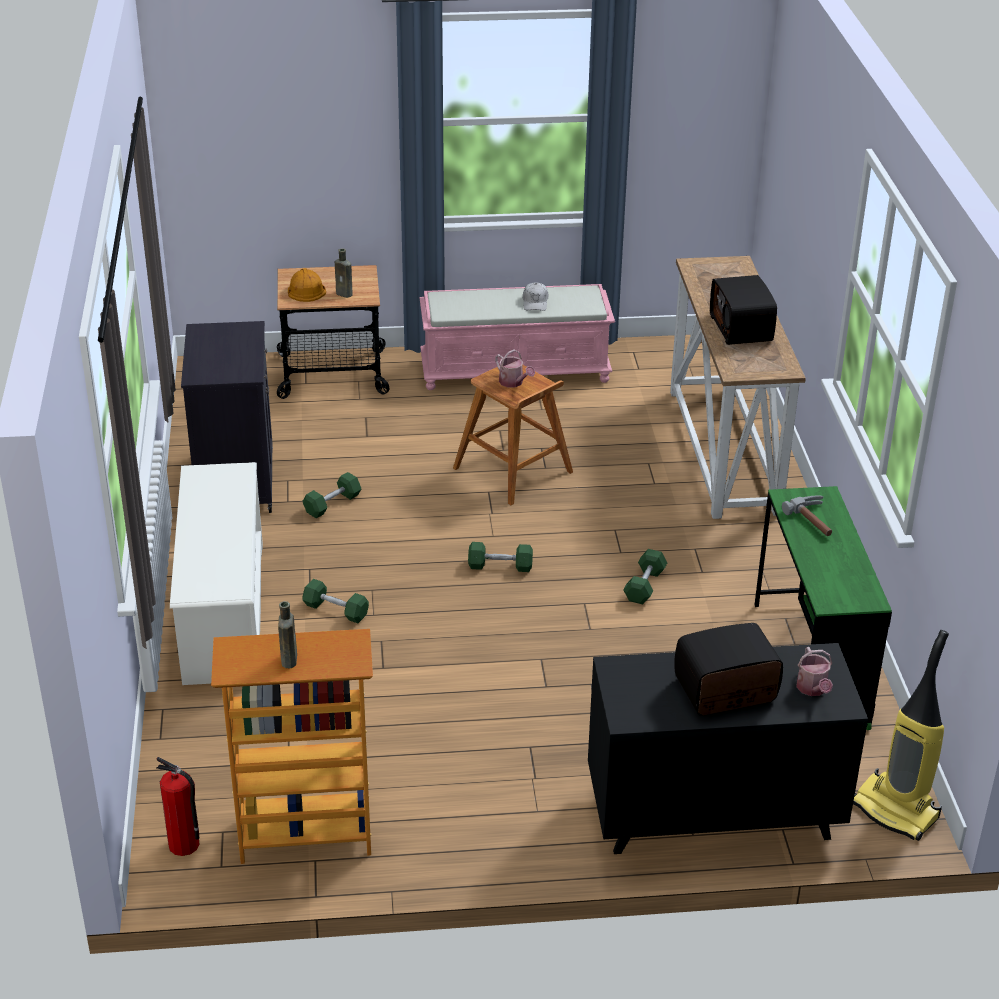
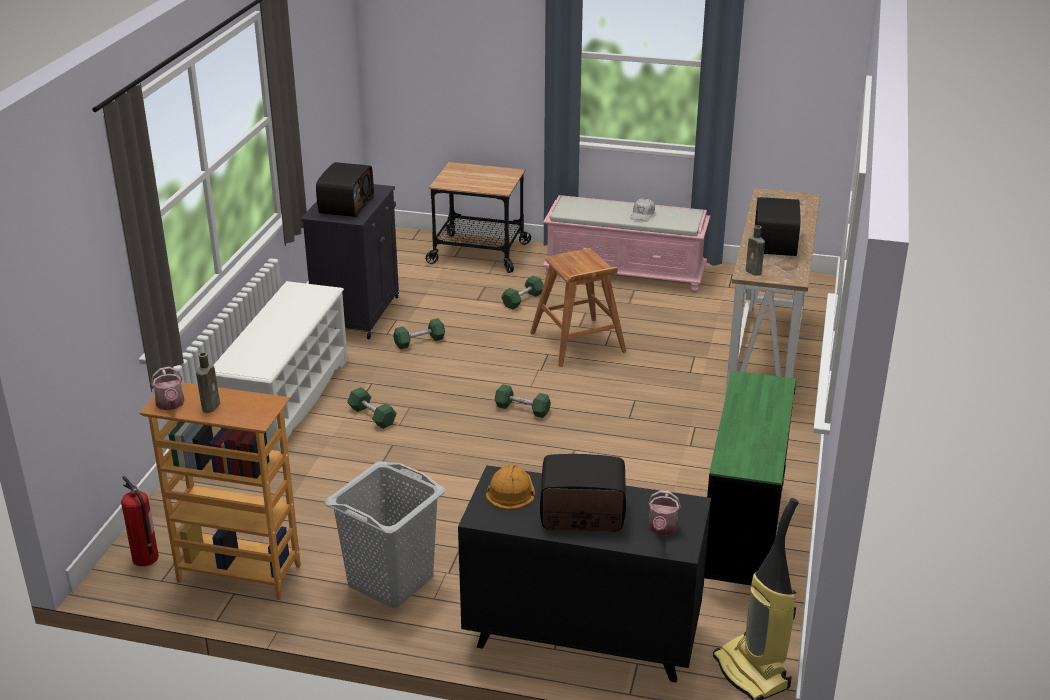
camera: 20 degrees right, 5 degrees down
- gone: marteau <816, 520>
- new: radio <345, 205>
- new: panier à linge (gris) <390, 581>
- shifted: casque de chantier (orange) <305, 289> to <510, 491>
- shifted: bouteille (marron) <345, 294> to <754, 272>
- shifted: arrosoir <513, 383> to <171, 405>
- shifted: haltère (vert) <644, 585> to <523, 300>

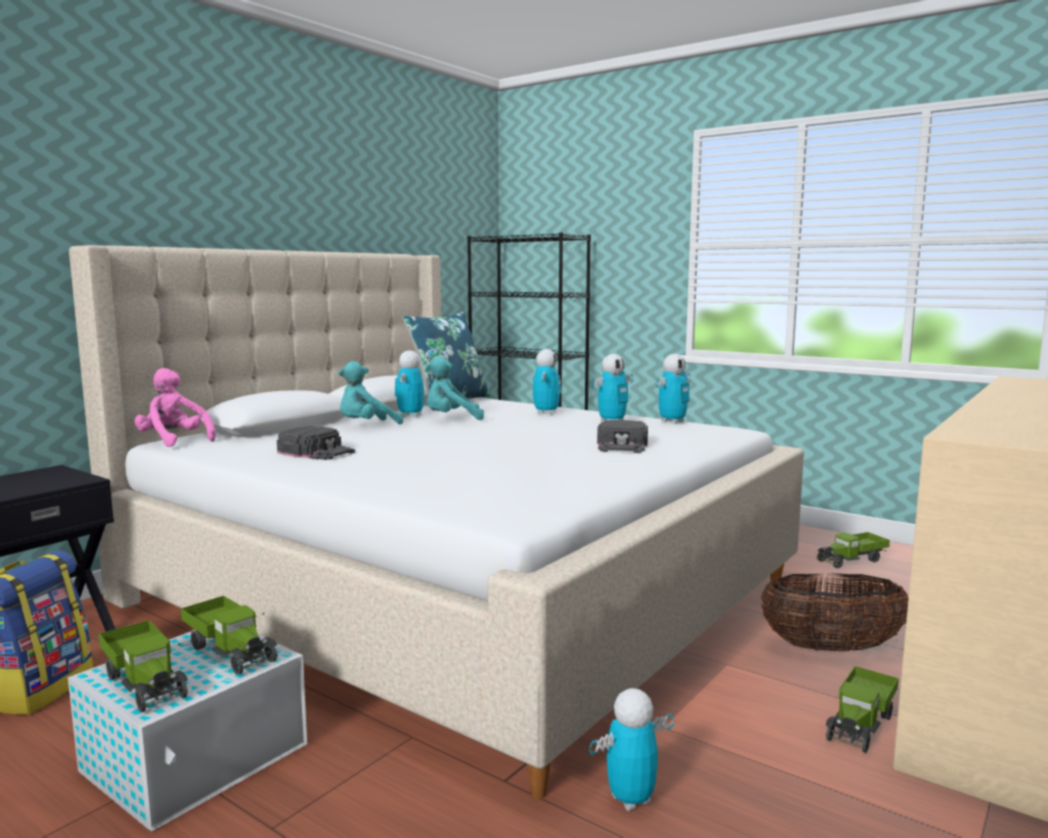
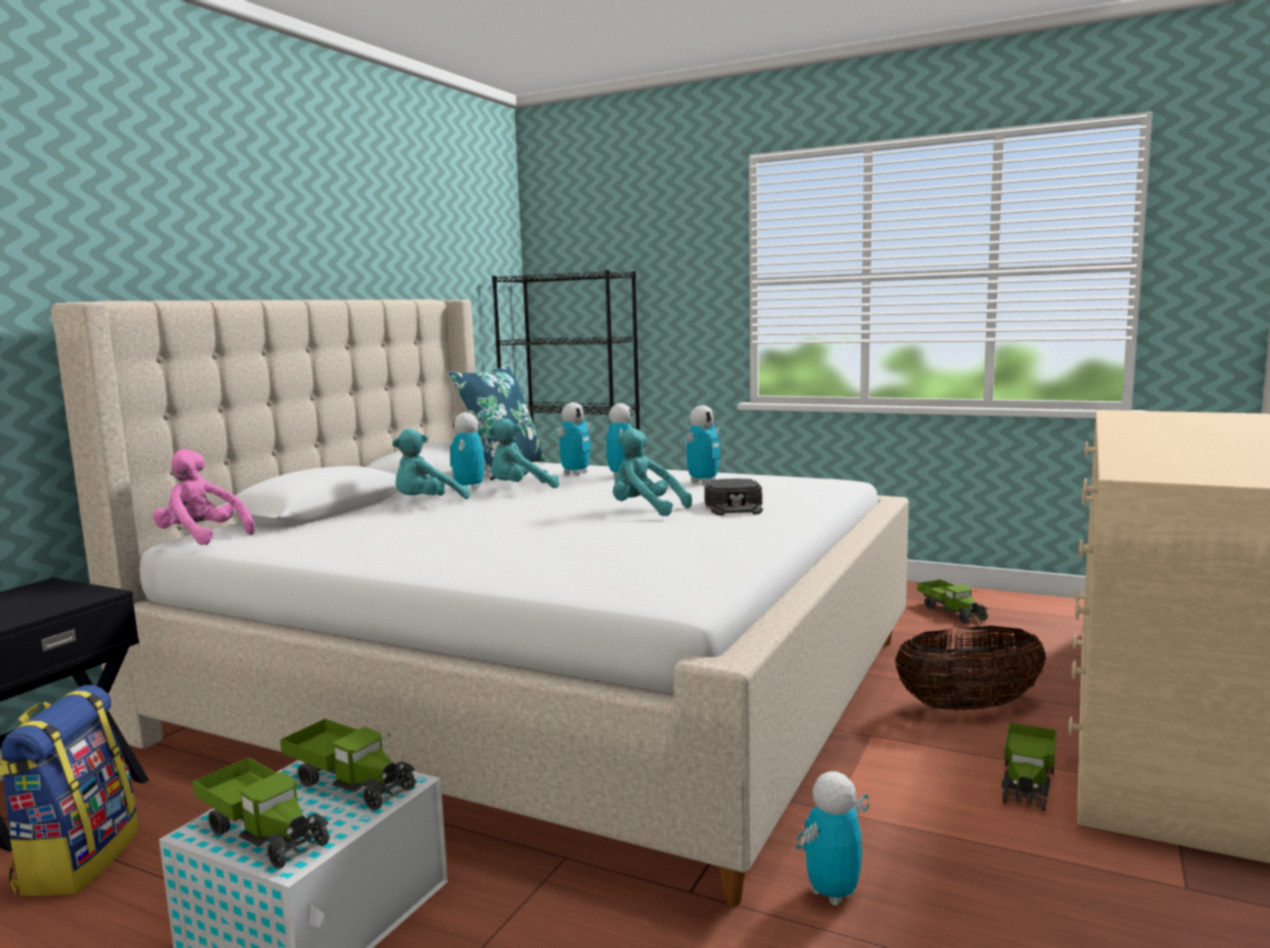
camera: 10 degrees left, 0 degrees up
- gone: casquette (noir) <317, 452>
- new: peluche (turquoise) <645, 510>
- shifted: robot jouet <672, 422> to <575, 473>
- rotated: camion jouet <852, 560> = <951, 612> 75 degrees counterclockwise

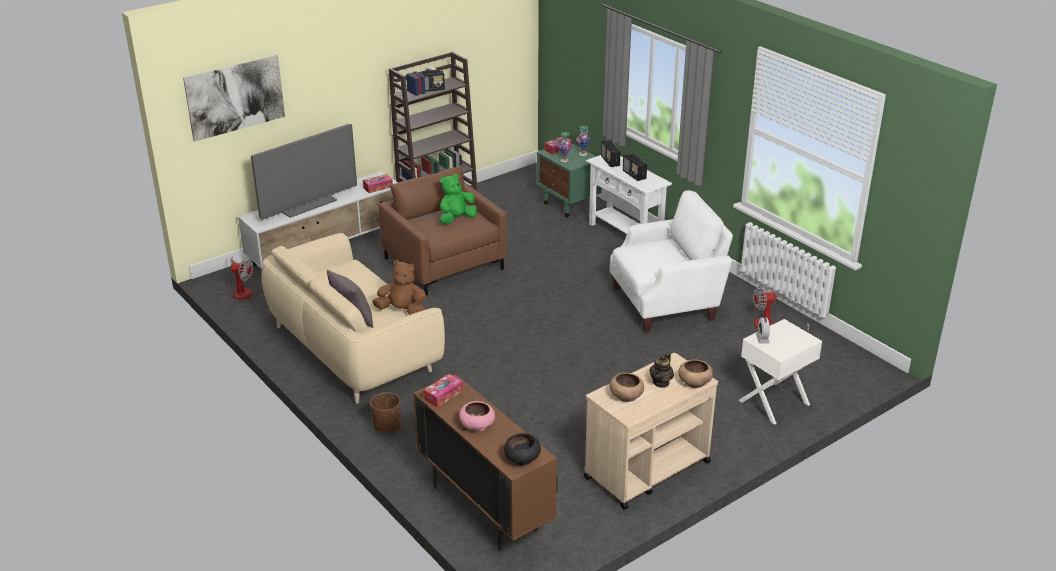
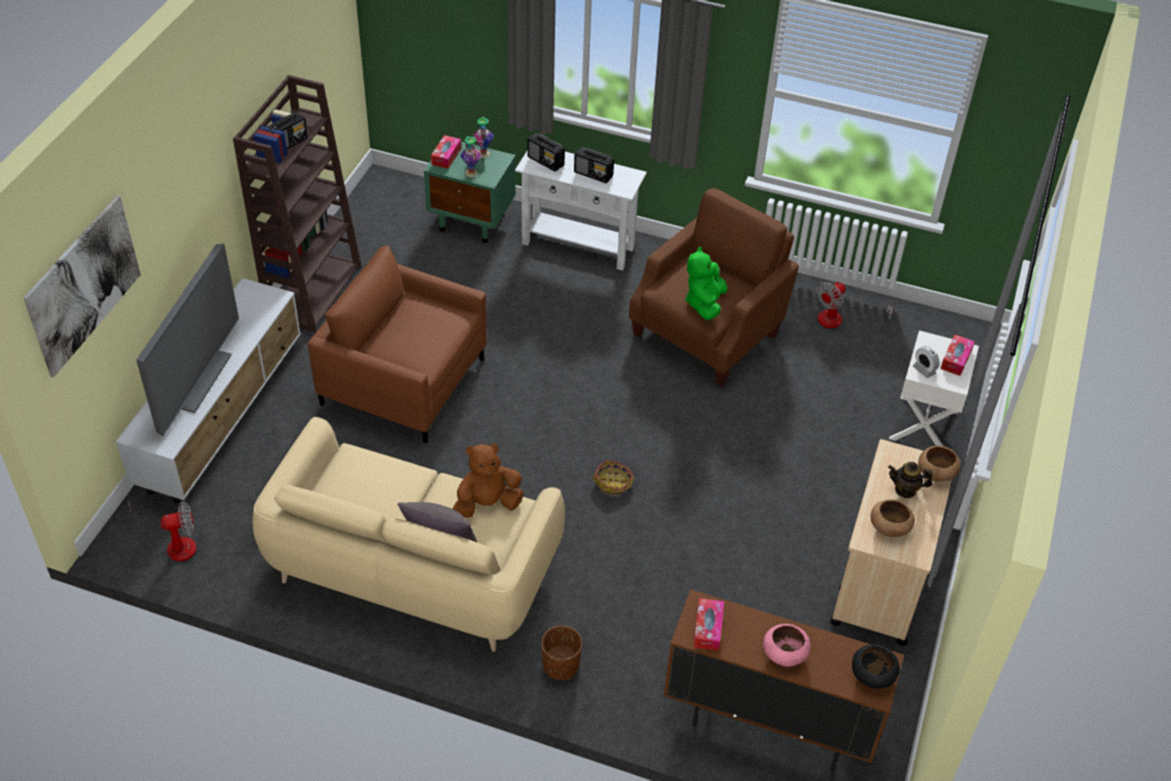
camera: 35 degrees left, 15 degrees up
- new: panier <613, 483>
- shifted: boîte à mouchoirs <378, 187> to <956, 359>
- shifted: peluche (vert) <456, 219> to <705, 303>
- repainted: fauteuil (blanc) <666, 303> to fauteuil (marron) <708, 332>
- rotated: théière <661, 382> = <905, 490> 105 degrees clockwise

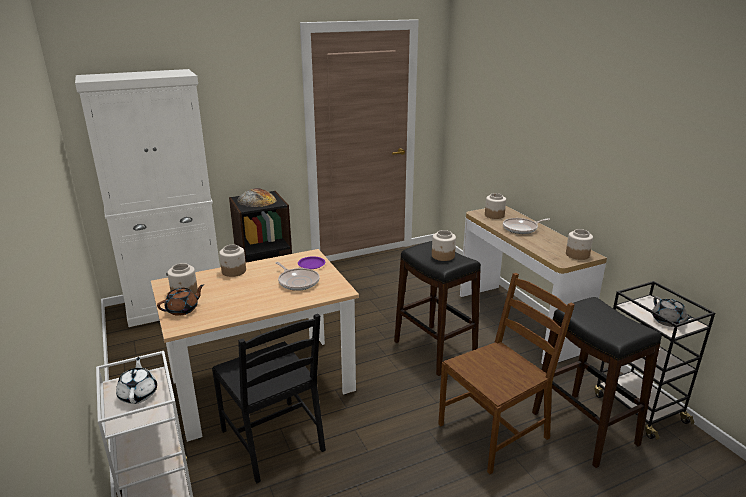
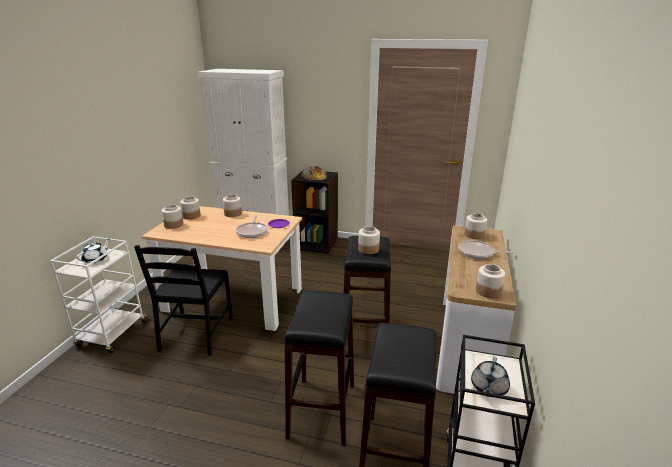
camera: 40 degrees right, 0 degrees up
- swapped: théière (marron) <183, 309> to bocal <174, 225>
- swapped: chaise (marron) <494, 431> to tabouret (noir) <322, 410>

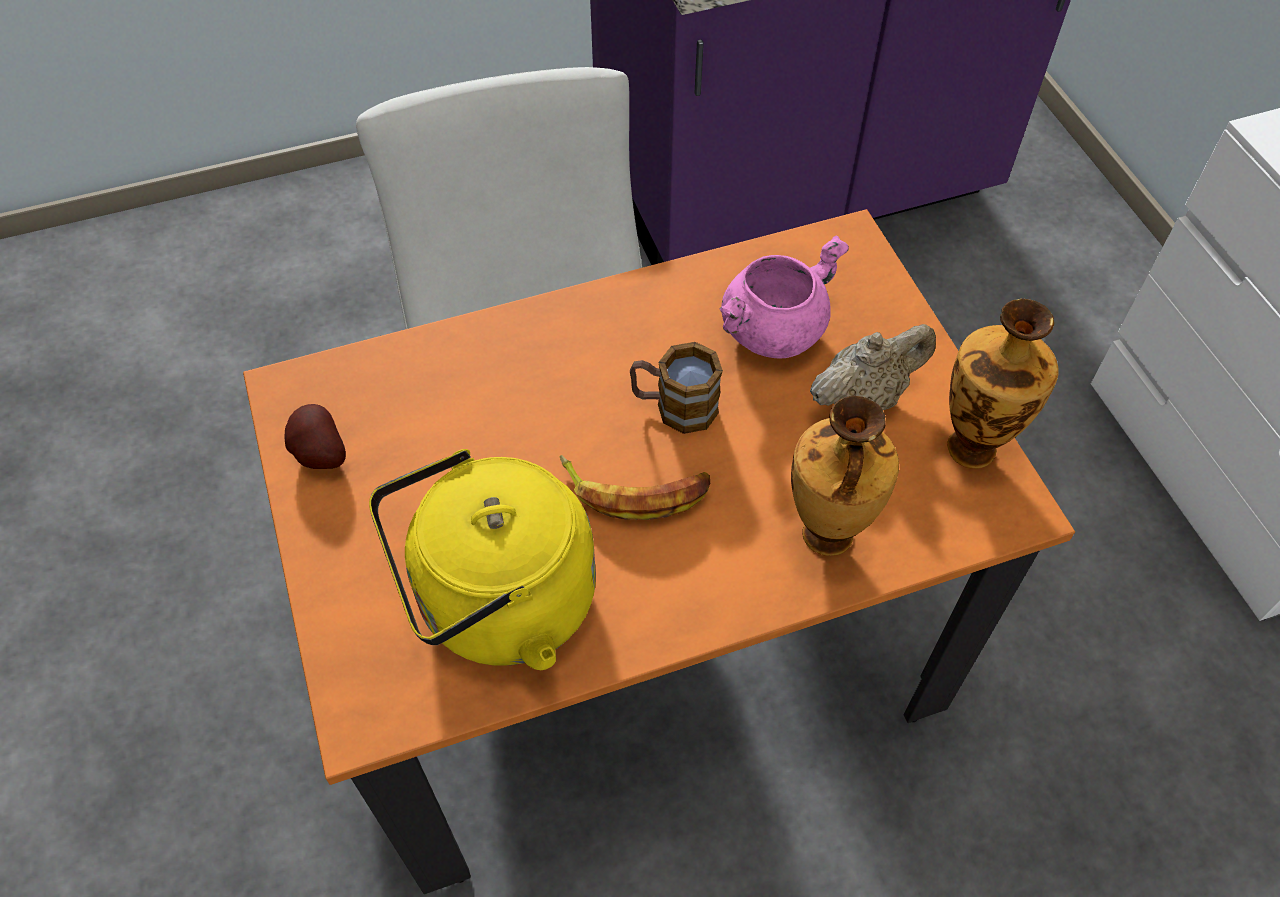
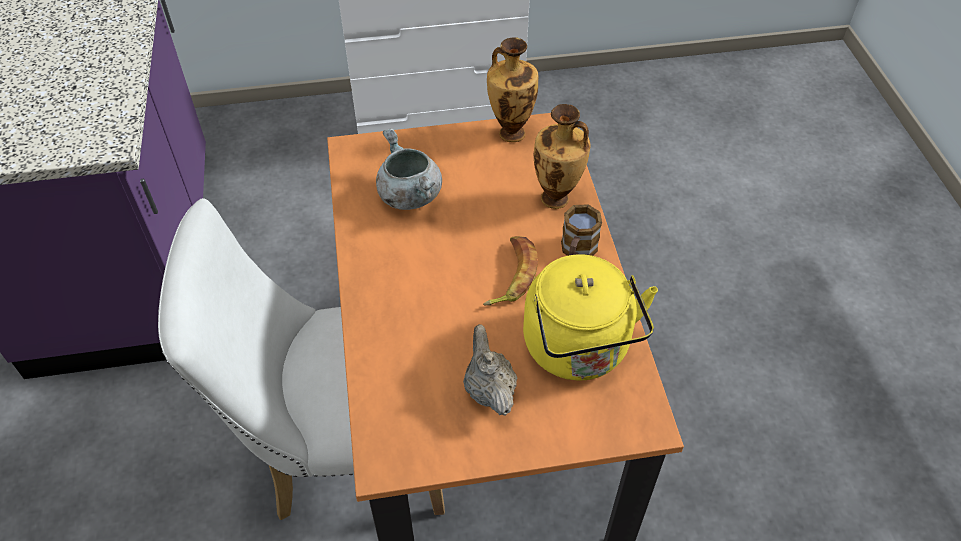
camera: 80 degrees left, 5 degrees down
- gone: pomme de terre <318, 455>
- shifted: mug <674, 406> to <577, 252>
- shifted: théière (beige) <864, 397> to <489, 389>
- repainted: marmite (rose) <772, 329> to marmite (gris) <408, 195>

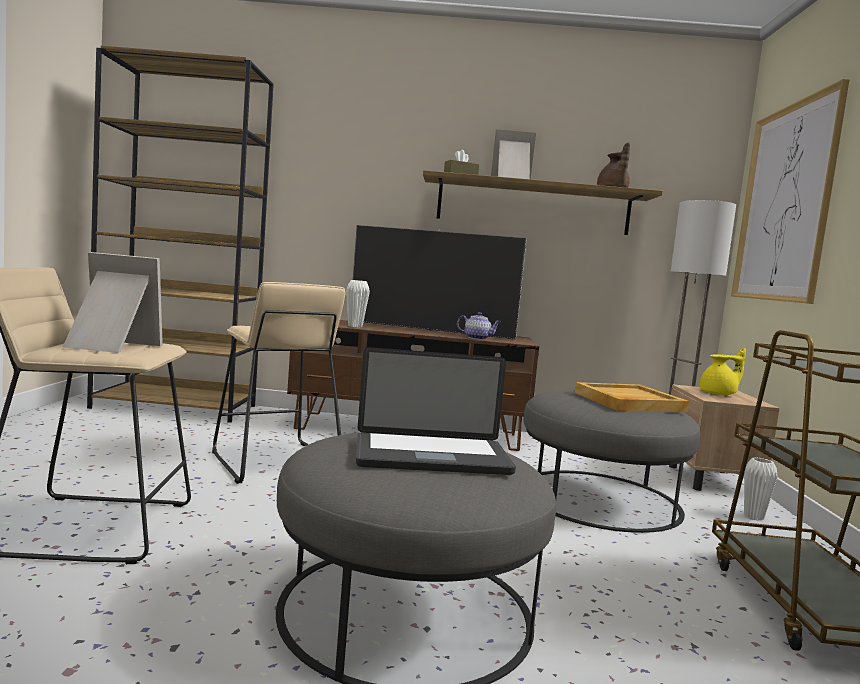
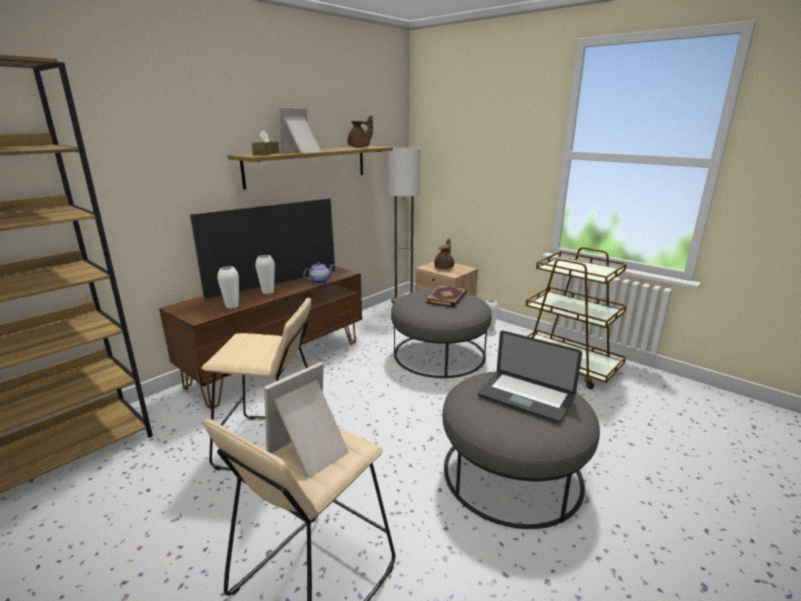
camera: 50 degrees left, 15 degrees up
- gone: tableau <784, 203>
- new: vase (blanc) <268, 292>
- swapped: plateau (beige) <628, 402> to livre <447, 298>
- repainted: théière (jaune) <719, 394> to théière (marron) <444, 267>
- rotated: ordinateur portable <431, 456> = <525, 398> 90 degrees clockwise

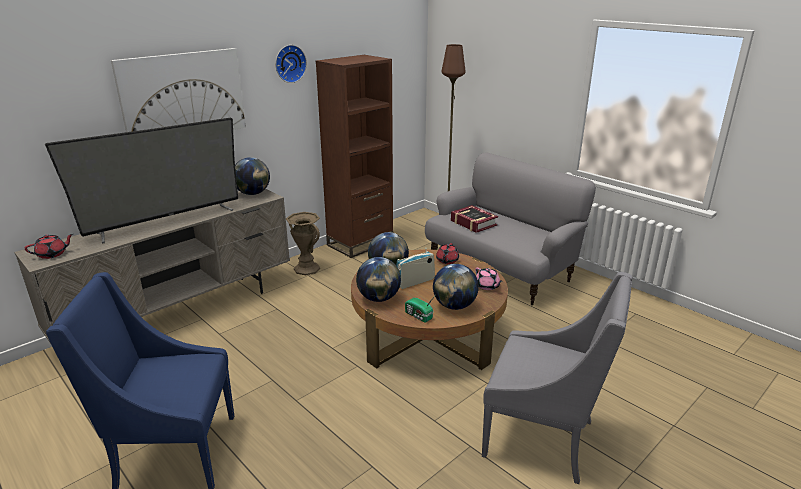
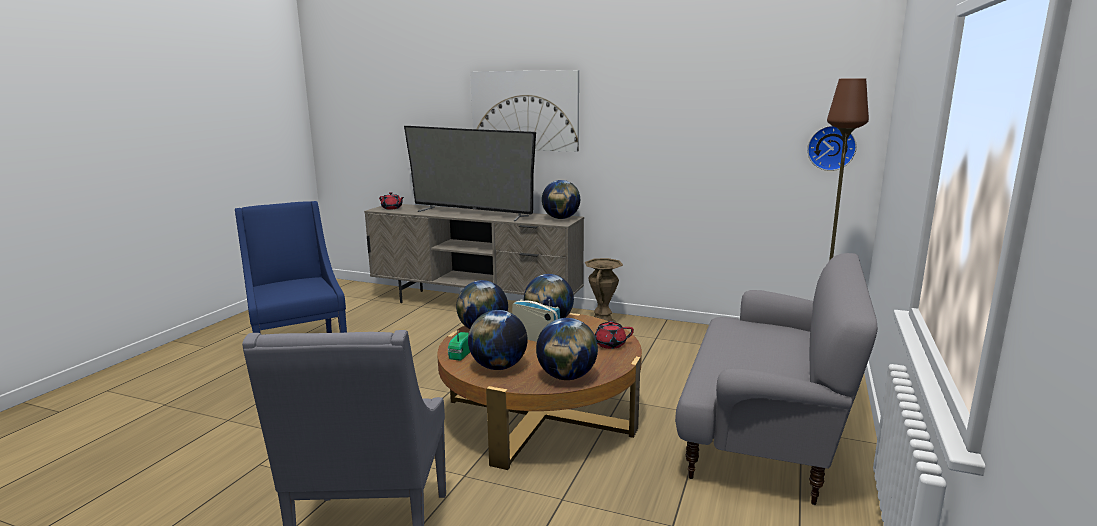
camera: 65 degrees right, 10 degrees down
- gone: bibliothèque (marron) <360, 243>
- gone: livre <473, 223>
- shifted: horloge murale <289, 63> to <831, 147>
- swapped: théière (rose) <487, 286> to globe <566, 377>

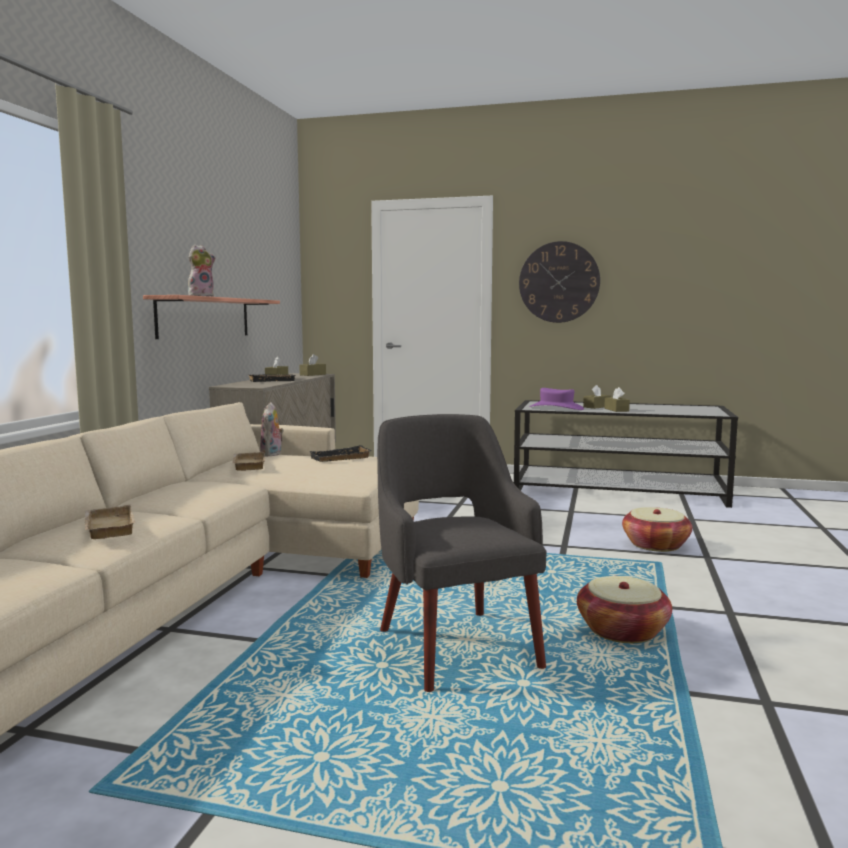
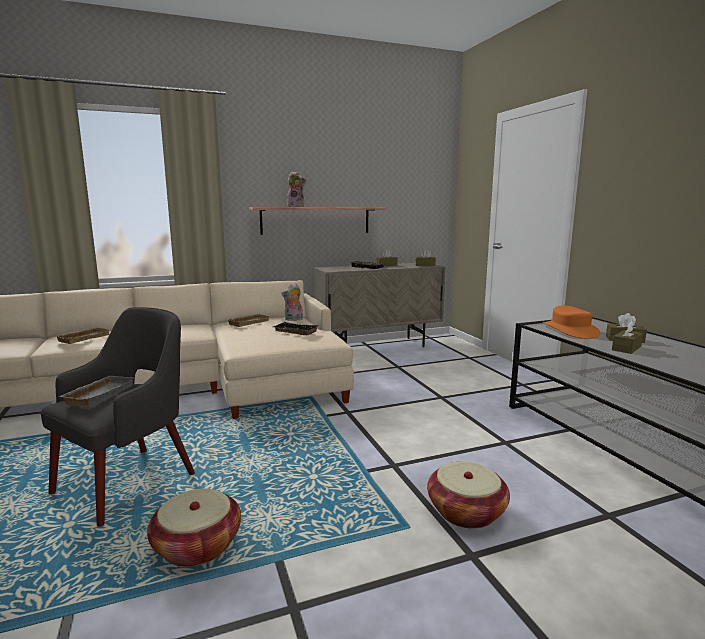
camera: 55 degrees right, 5 degrees up
- gone: horloge murale <559, 282>
- new: plateau (gris) <99, 394>
- repainted: chapeau (violet) <556, 408> to chapeau (orange) <570, 330>

